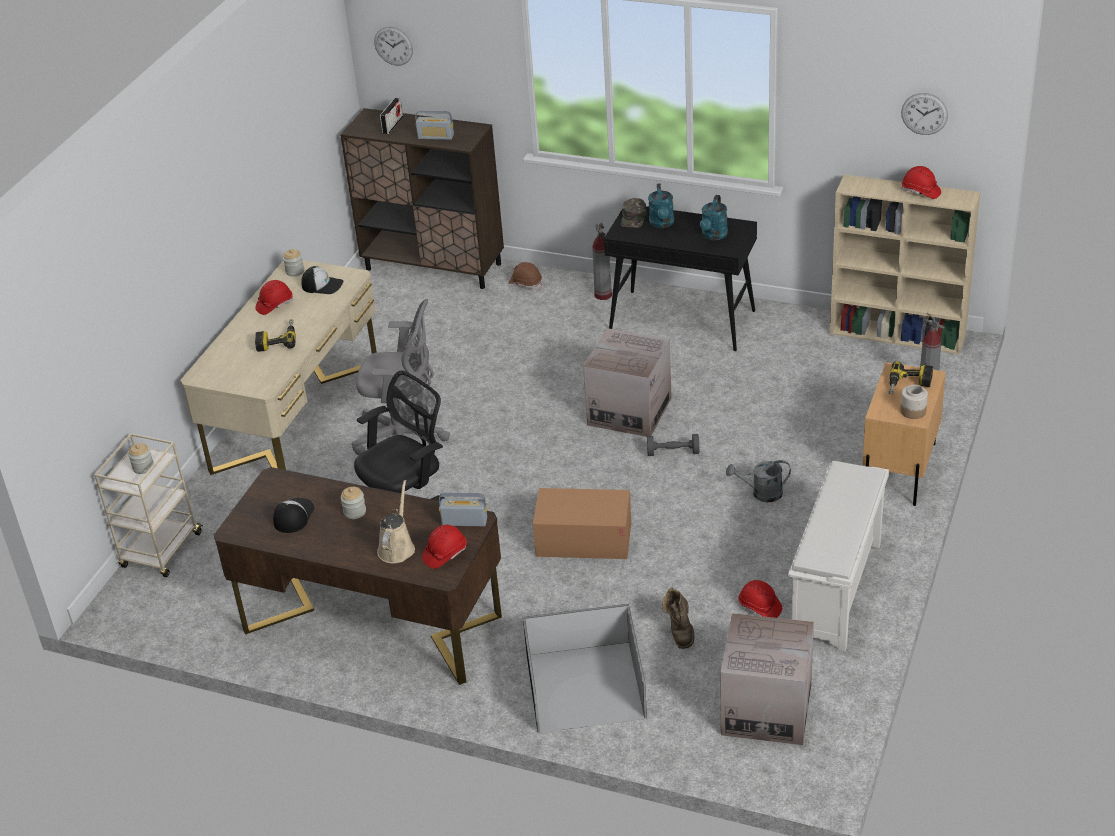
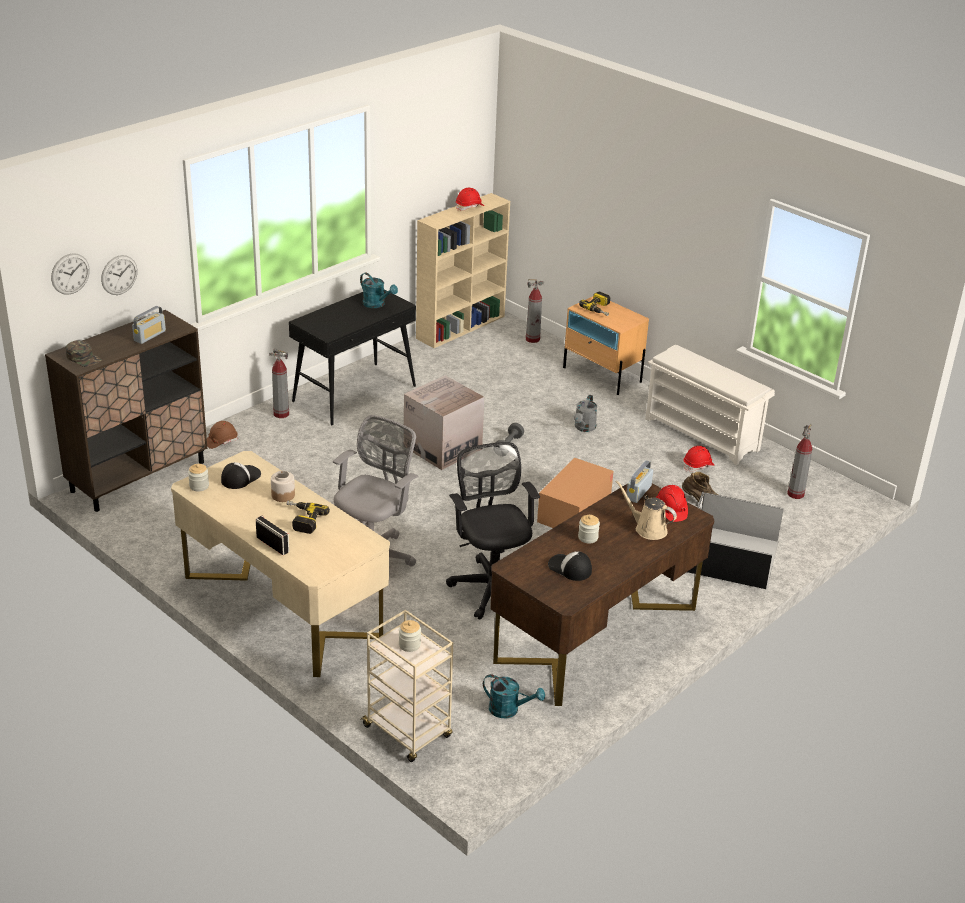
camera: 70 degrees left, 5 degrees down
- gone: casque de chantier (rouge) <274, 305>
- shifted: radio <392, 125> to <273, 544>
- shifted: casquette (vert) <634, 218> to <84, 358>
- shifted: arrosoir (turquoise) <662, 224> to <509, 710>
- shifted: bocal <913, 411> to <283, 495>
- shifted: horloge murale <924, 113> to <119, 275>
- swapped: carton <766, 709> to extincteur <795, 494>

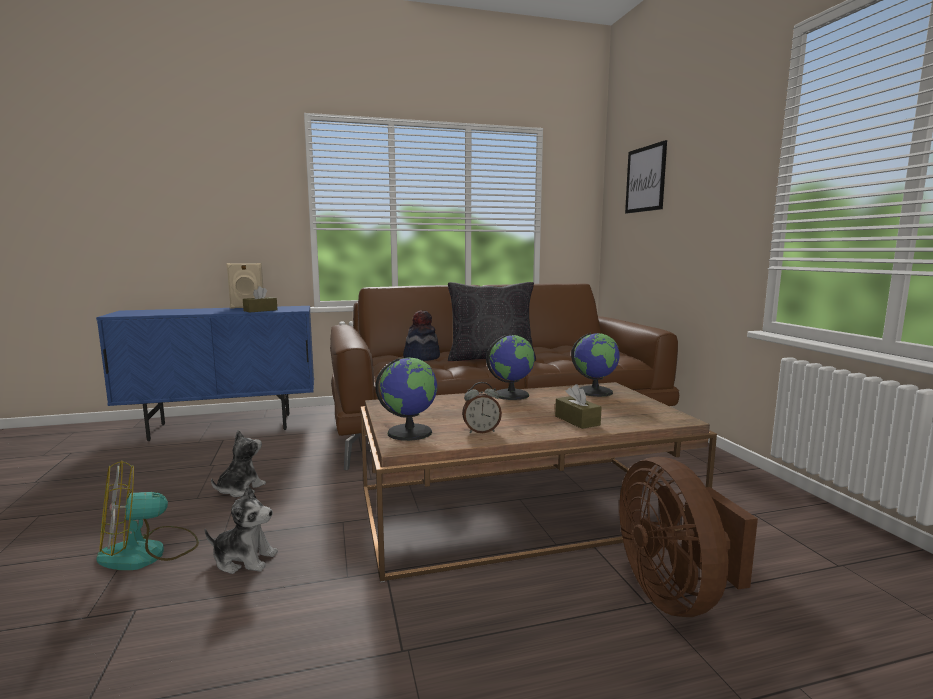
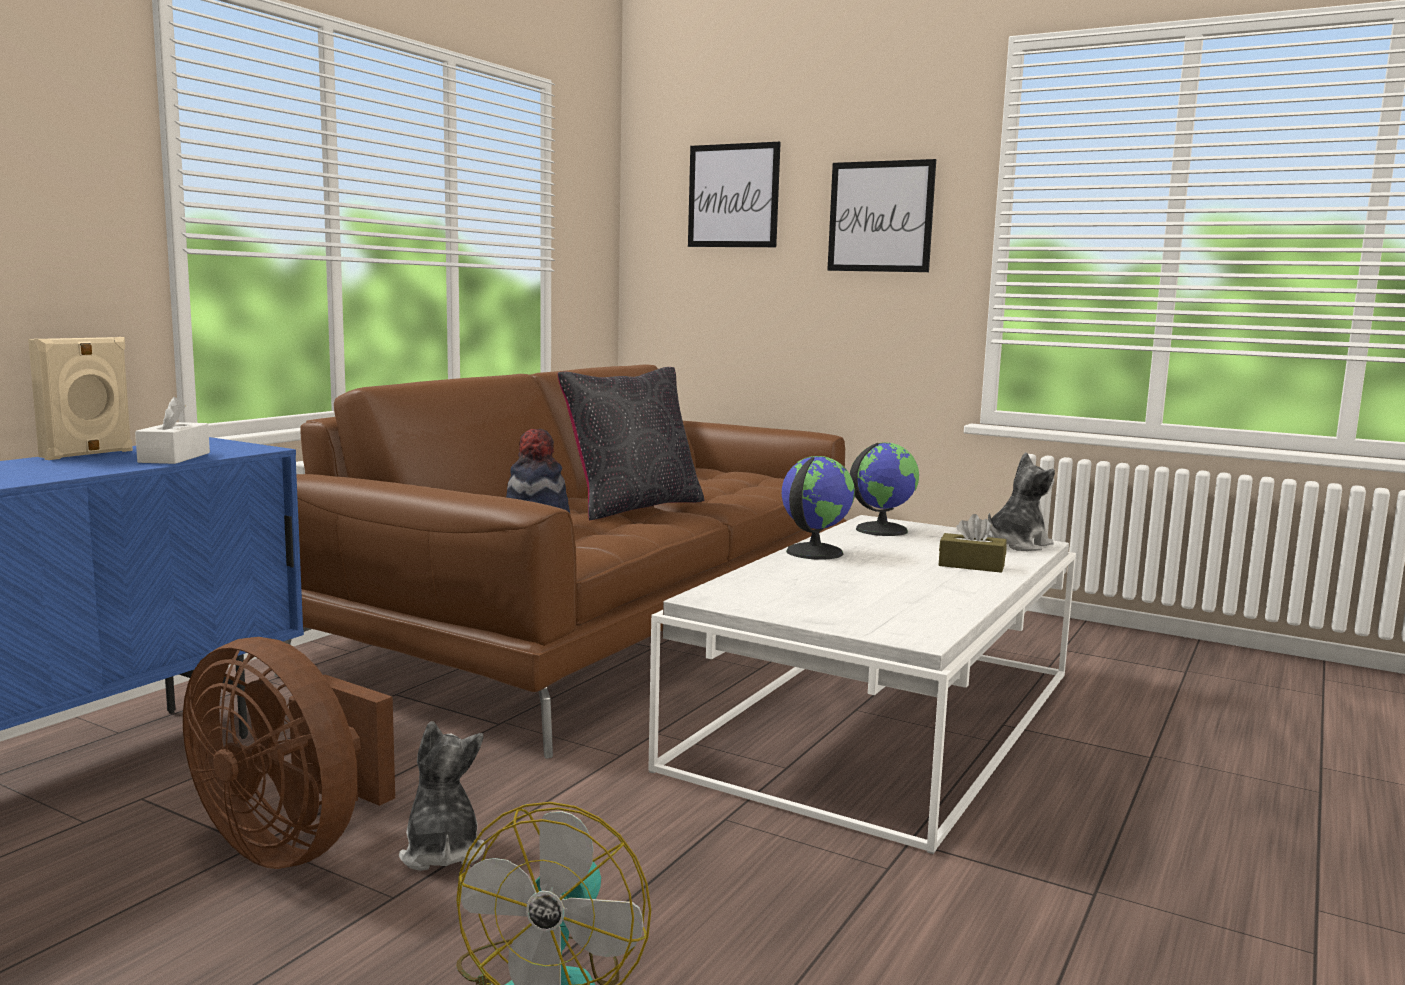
camera: 45 degrees left, 0 degrees up
- gone: globe <409, 432>
- gone: réveil <481, 431>
- new: tableau <880, 216>
- shifted: peluche <244, 559> to <1016, 545>
- shifted: ventilateur (marron) <676, 594> to <292, 843>
- repainted: boîte à mouchoirs (marron) <260, 310> to boîte à mouchoirs (blanc) <174, 457>
- repainted: table basse (marron) <523, 508> to table basse (blanc) <882, 718>

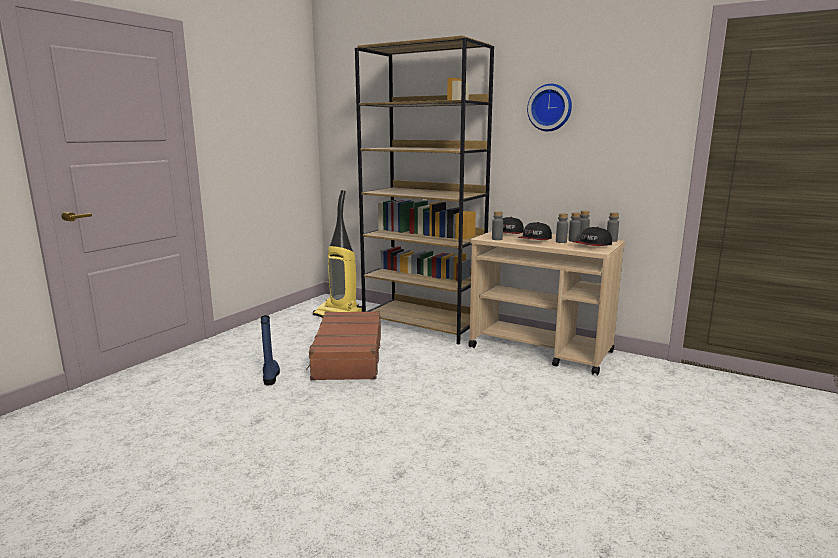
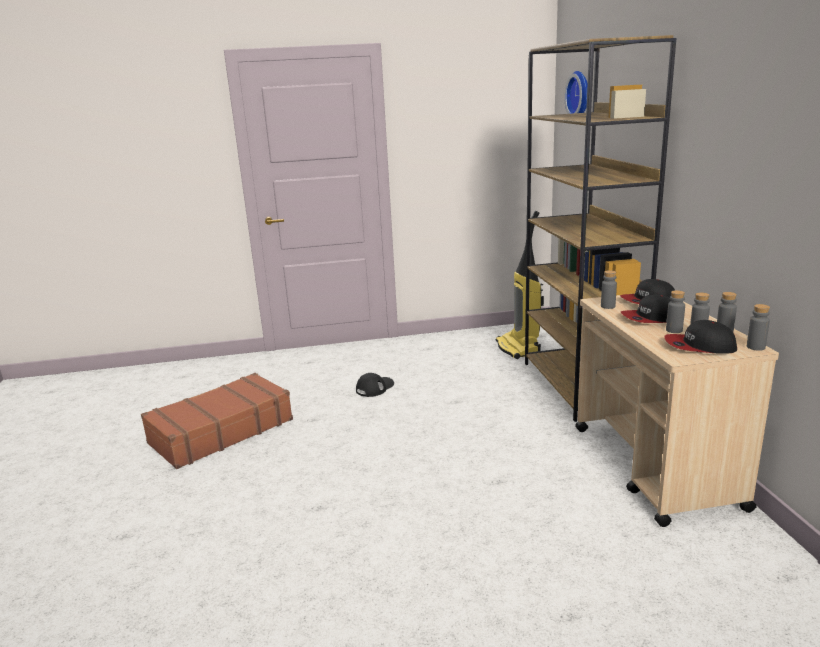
camera: 50 degrees right, 5 degrees up
- shifted: valise (marron) <347, 356> to <221, 431>
- shifted: horloge murale <550, 107> to <580, 95>
- swapped: botte (bleu) <270, 376> to casquette (noir) <375, 388>

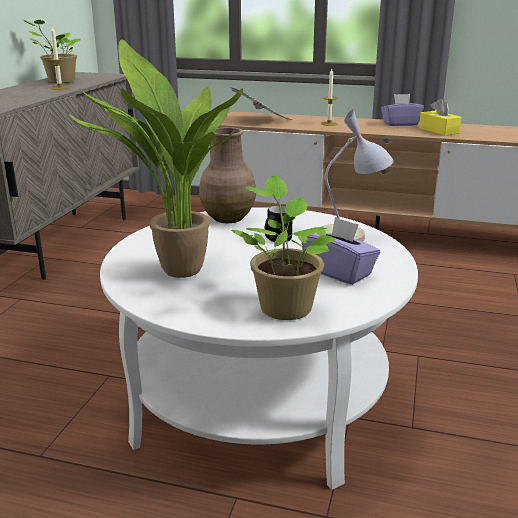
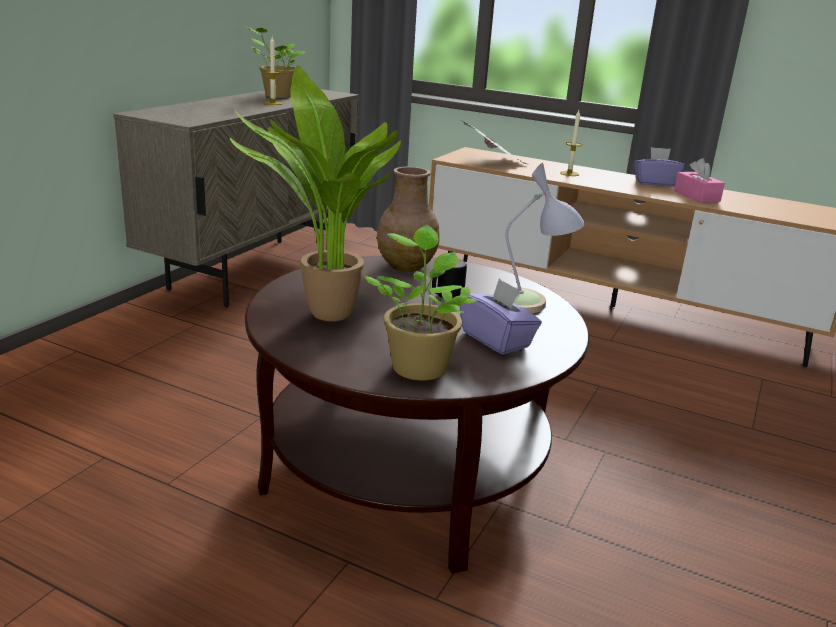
camera: 10 degrees right, 0 degrees up
- repainted: table basse (blanc) <258, 401> to table basse (marron) <406, 470>
- repainted: boîte à mouchoirs (jaune) <438, 131> to boîte à mouchoirs (rose) <696, 196>

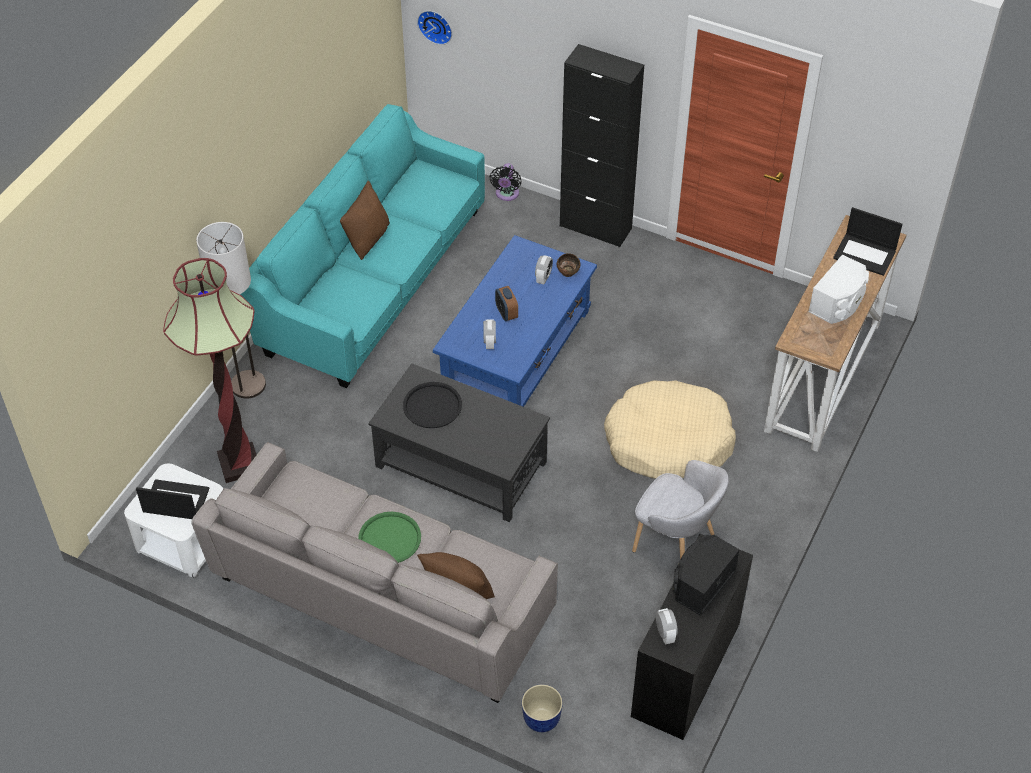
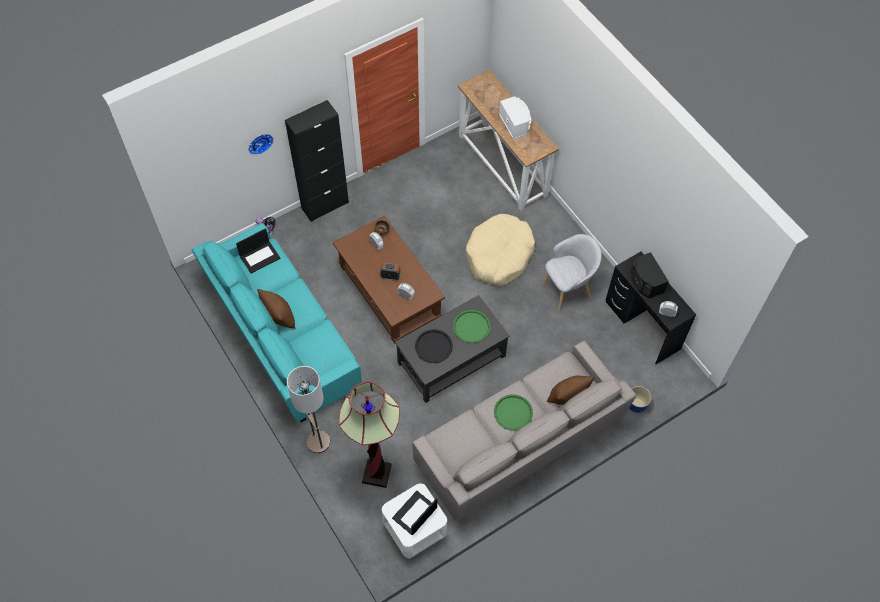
camera: 60 degrees left, 10 degrees up
- new: plateau (vert) <471, 327>
- shifted: horloge murale <436, 25> to <259, 142>
- shifted: ordinateur portable <865, 254> to <260, 257>
- repainted: table basse (bleu) <517, 351> to table basse (marron) <389, 291>

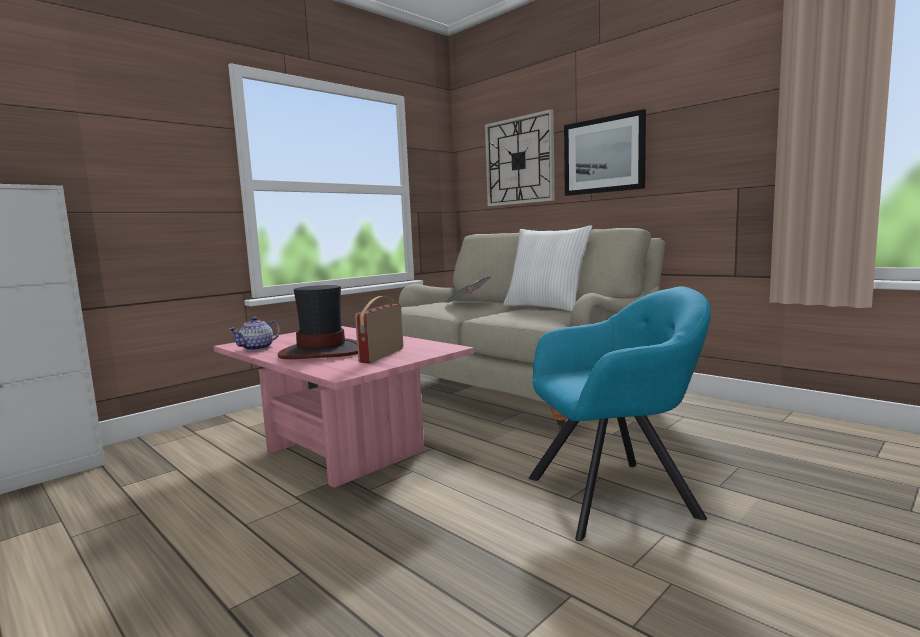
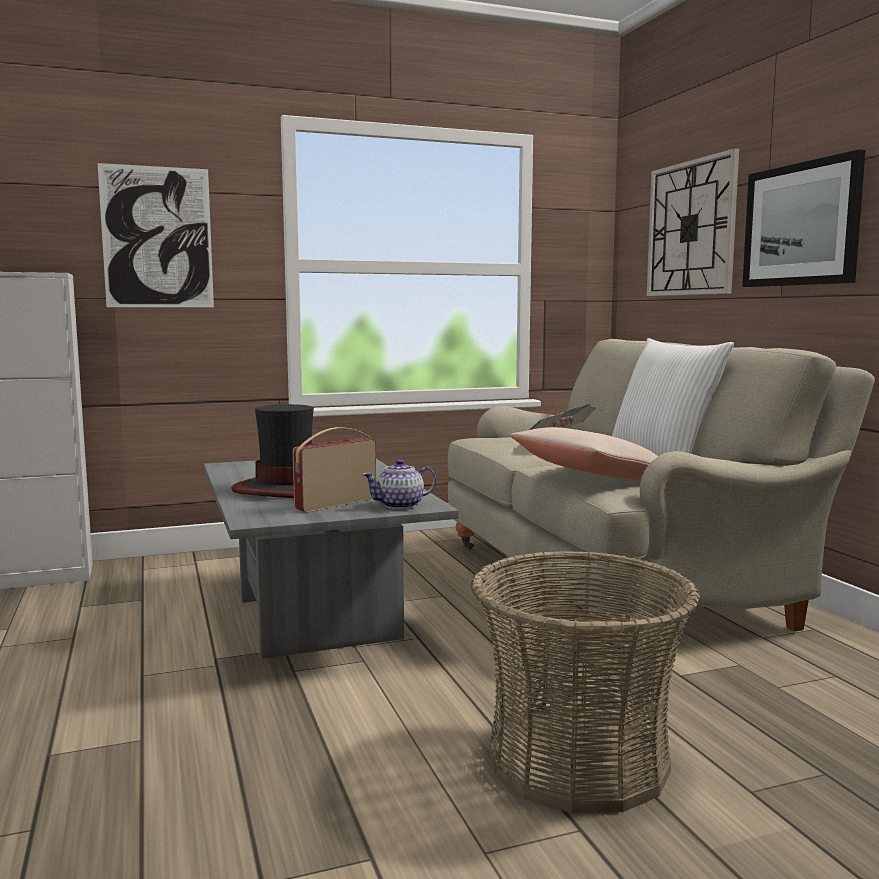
camera: 25 degrees right, 0 degrees up
- new: tableau <157, 237>
- new: coussin (beige) <591, 477>
- shifted: théière <257, 348> to <400, 505>
- swapped: fauteuil (turquoise) <617, 495> to panier <578, 760>
- repainted: table basse (rose) <344, 450> to table basse (gris) <317, 617>

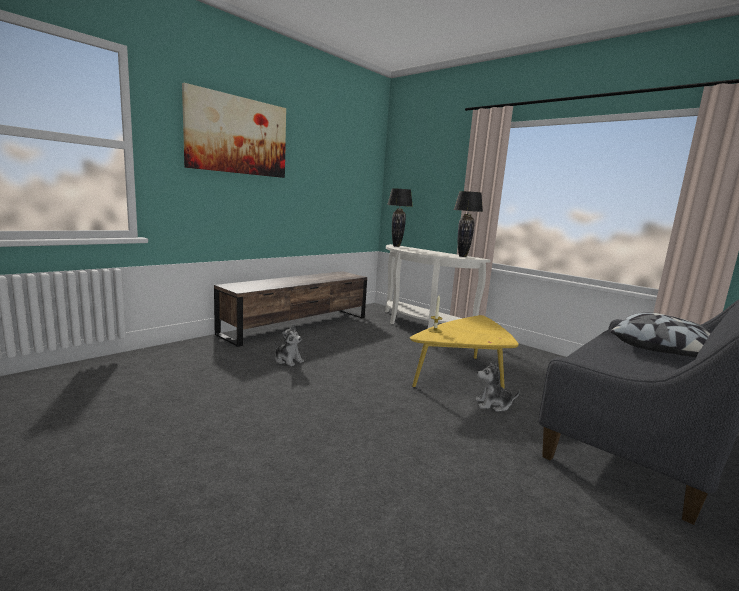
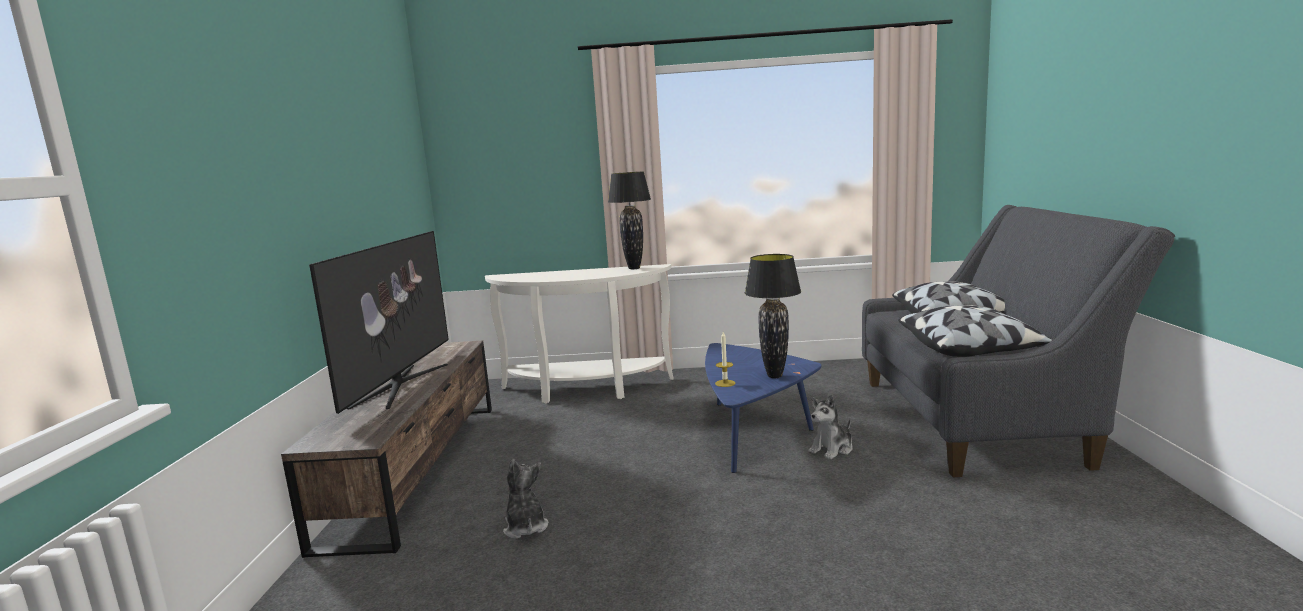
camera: 40 degrees left, 0 degrees up
- gone: tableau <237, 135>
- new: téléviseur <400, 385>
- new: coussin <970, 349>
- shifted: lampe de table (noir) <396, 246> to <774, 376>
- repainted: table basse (jaune) <463, 377> to table basse (bleu) <752, 433>
- rotated: peluche <288, 360> = <525, 527> 105 degrees counterclockwise

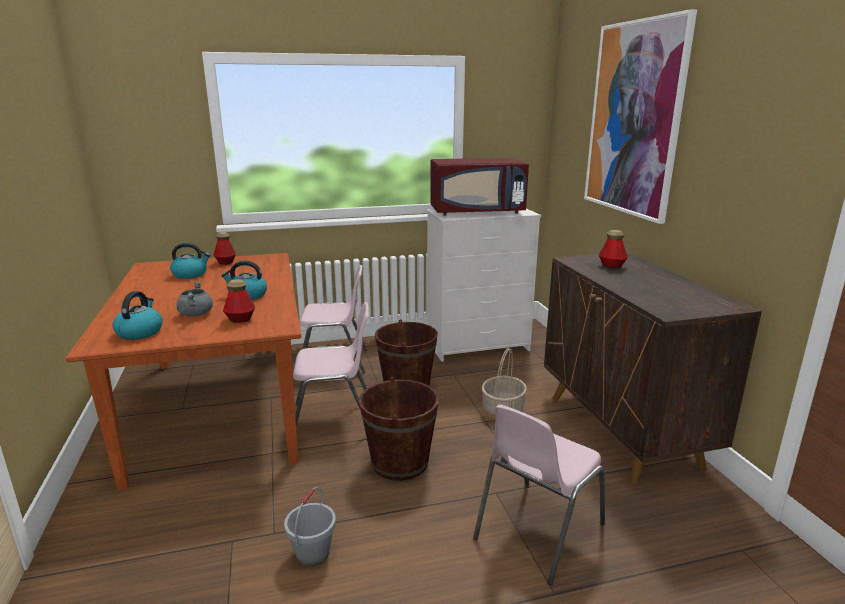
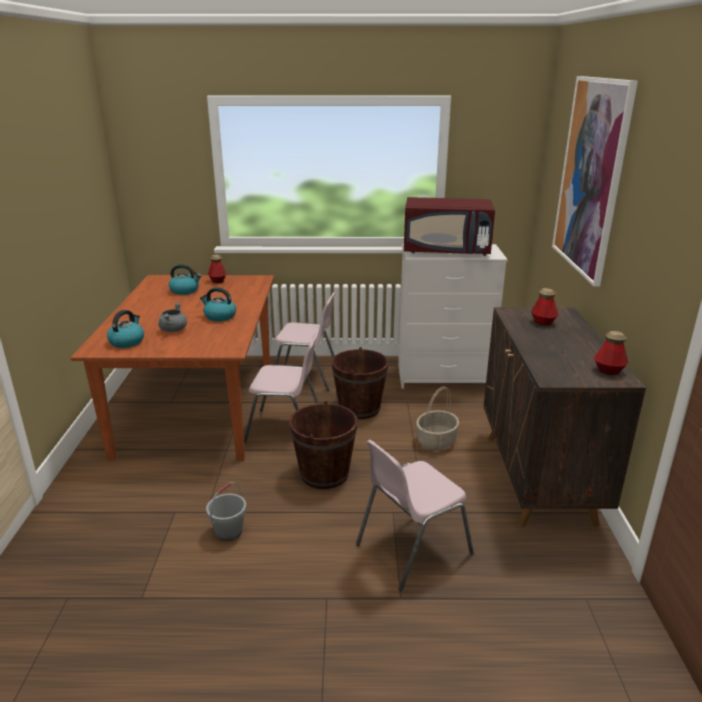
camera: 15 degrees right, 5 degrees up
- shifted: bouteille <240, 319> to <608, 371>

